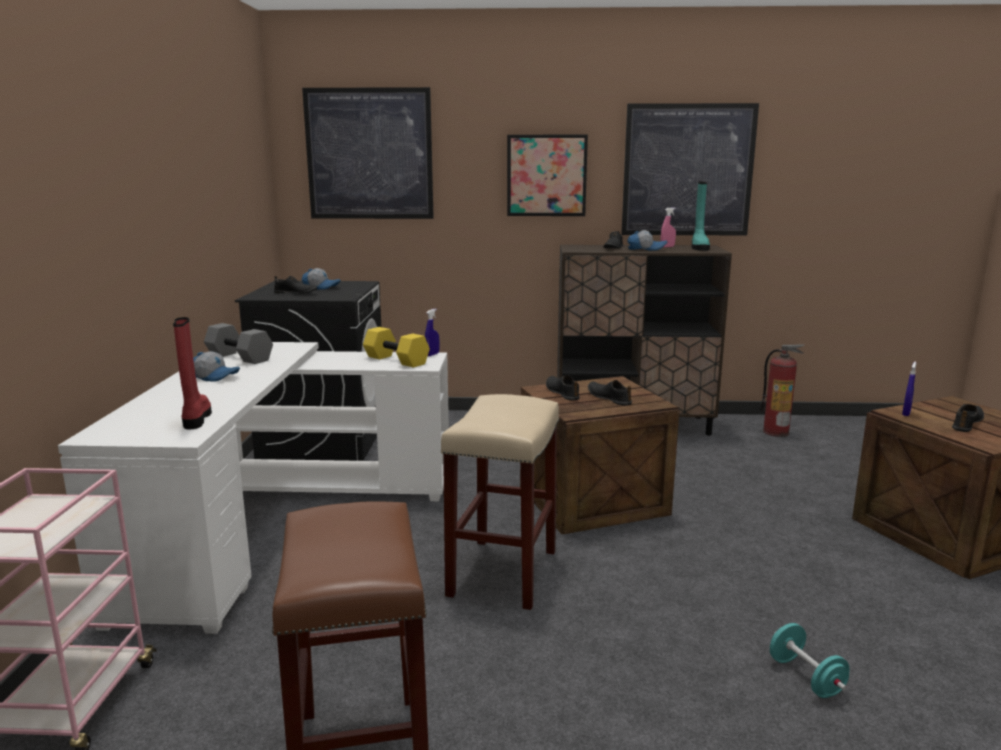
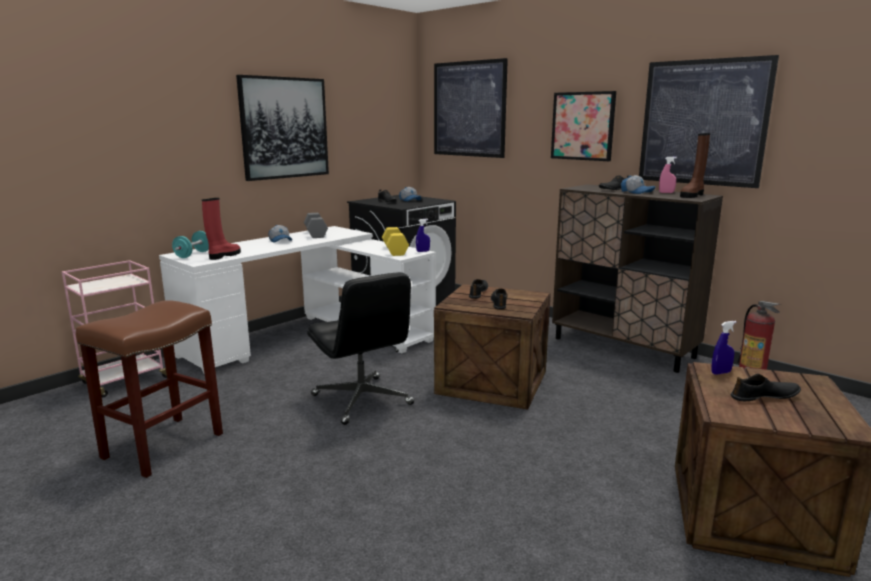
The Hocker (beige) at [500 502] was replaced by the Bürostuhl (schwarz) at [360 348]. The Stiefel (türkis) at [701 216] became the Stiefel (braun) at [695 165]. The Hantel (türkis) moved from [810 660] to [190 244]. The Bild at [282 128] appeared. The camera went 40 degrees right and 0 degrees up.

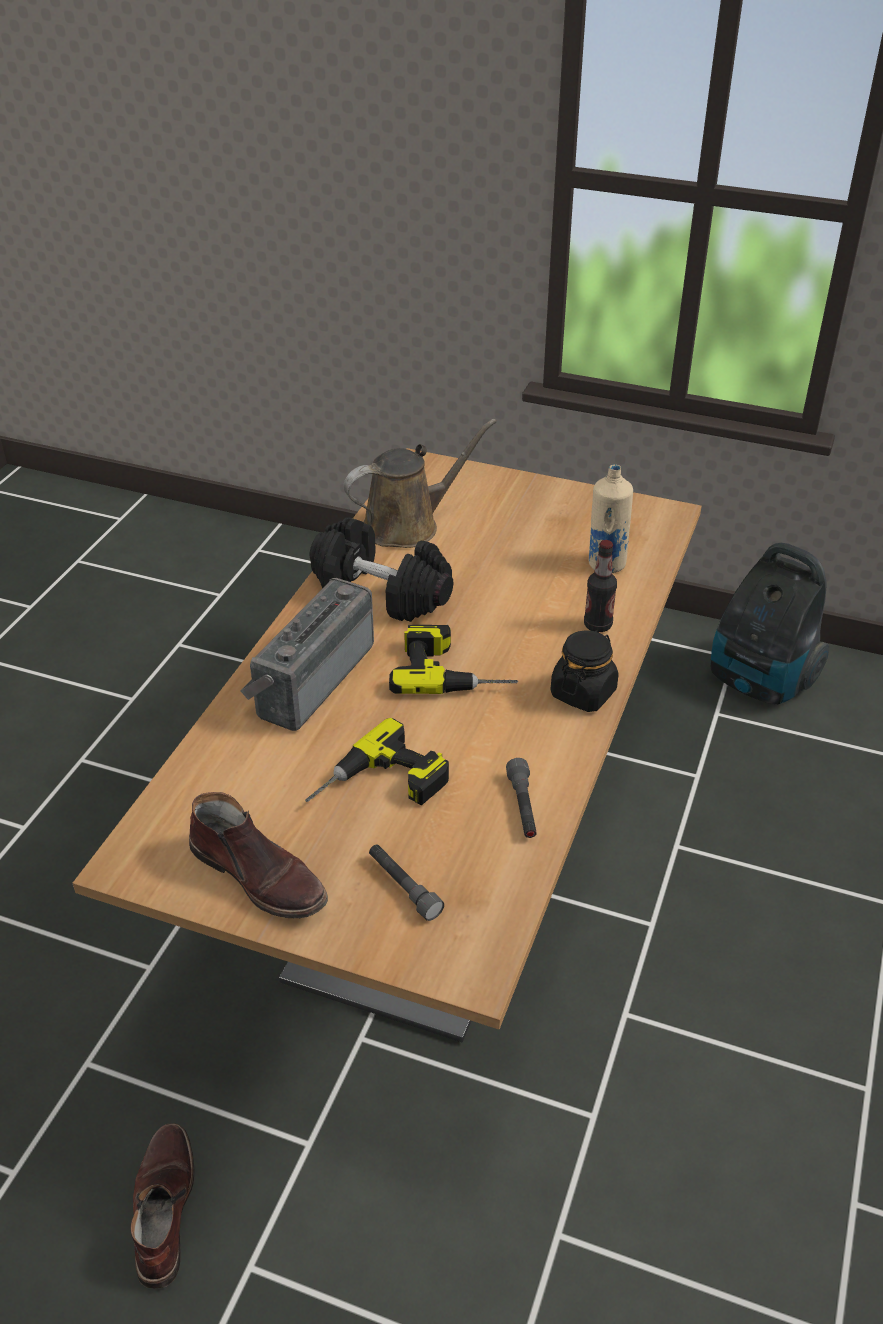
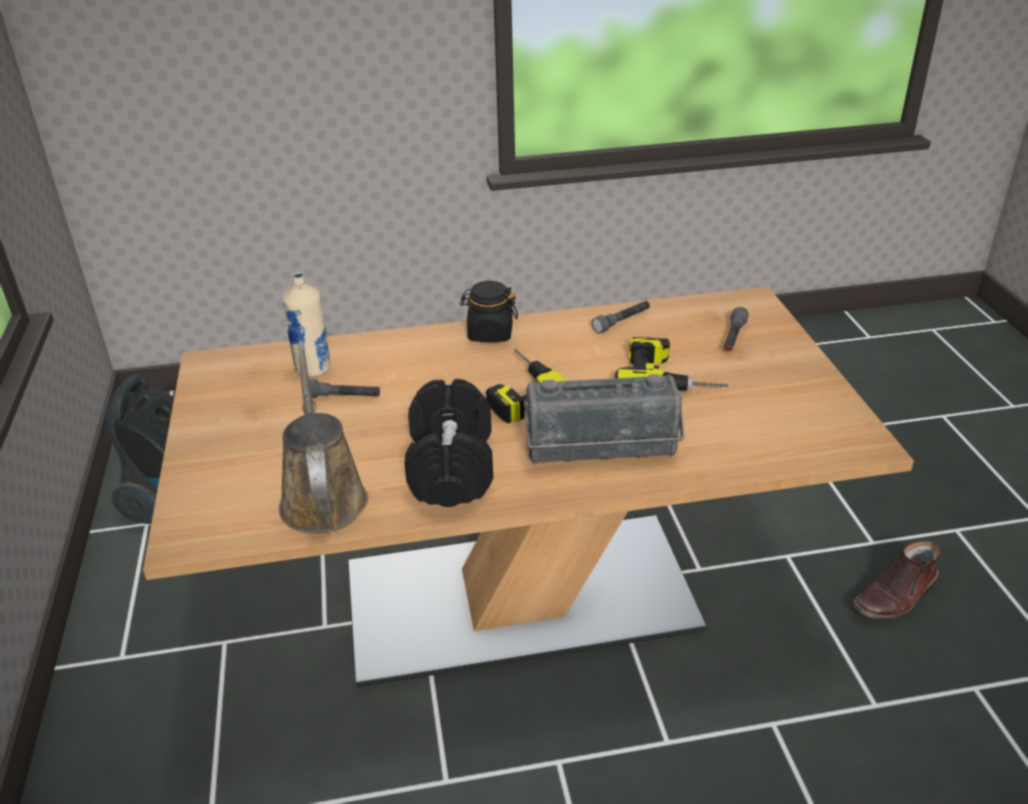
The Stiefel (braun) at [258 855] disappeared. The Gießkanne (braun) at [420 483] turned 45 degrees clockwise. The Flasche at [600 586] disappeared. The Taschenlampe (grau) at [344 389] appeared. The camera went 120 degrees left and 5 degrees down.

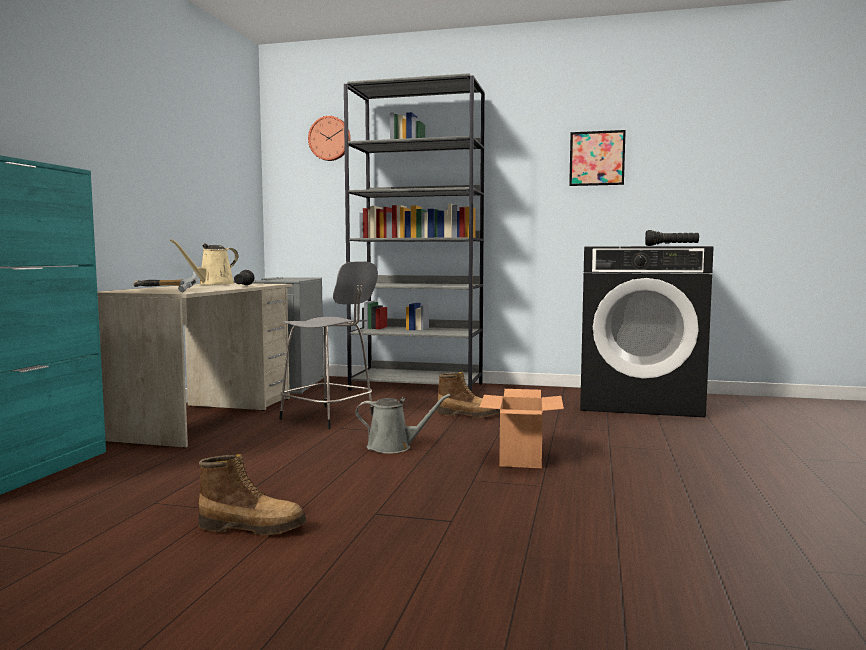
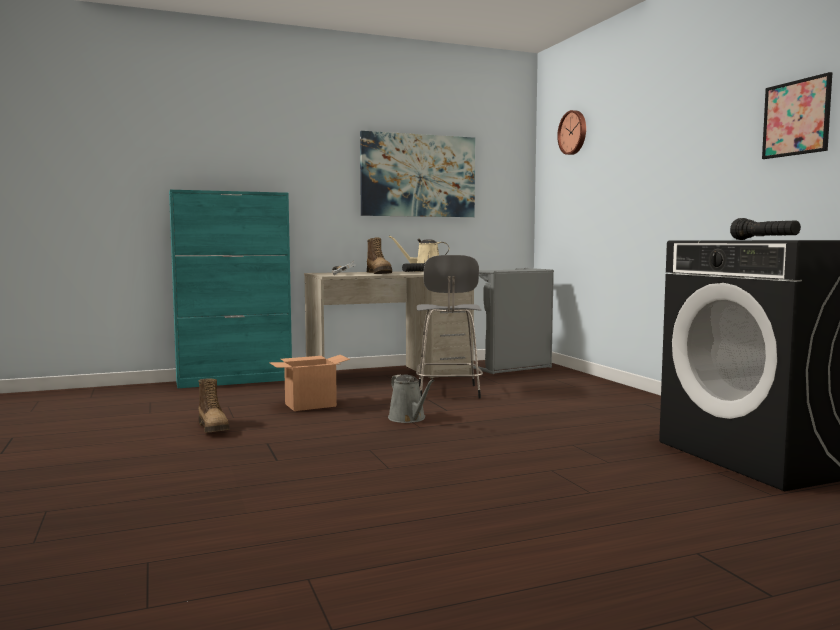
The Bücherregal (grau) at [414 232] disappeared. The Stiefel moved from [468 395] to [379 255]. The Karton moved from [521 428] to [309 383]. The Bild at [417 174] appeared. The camera went 55 degrees right and 0 degrees up.

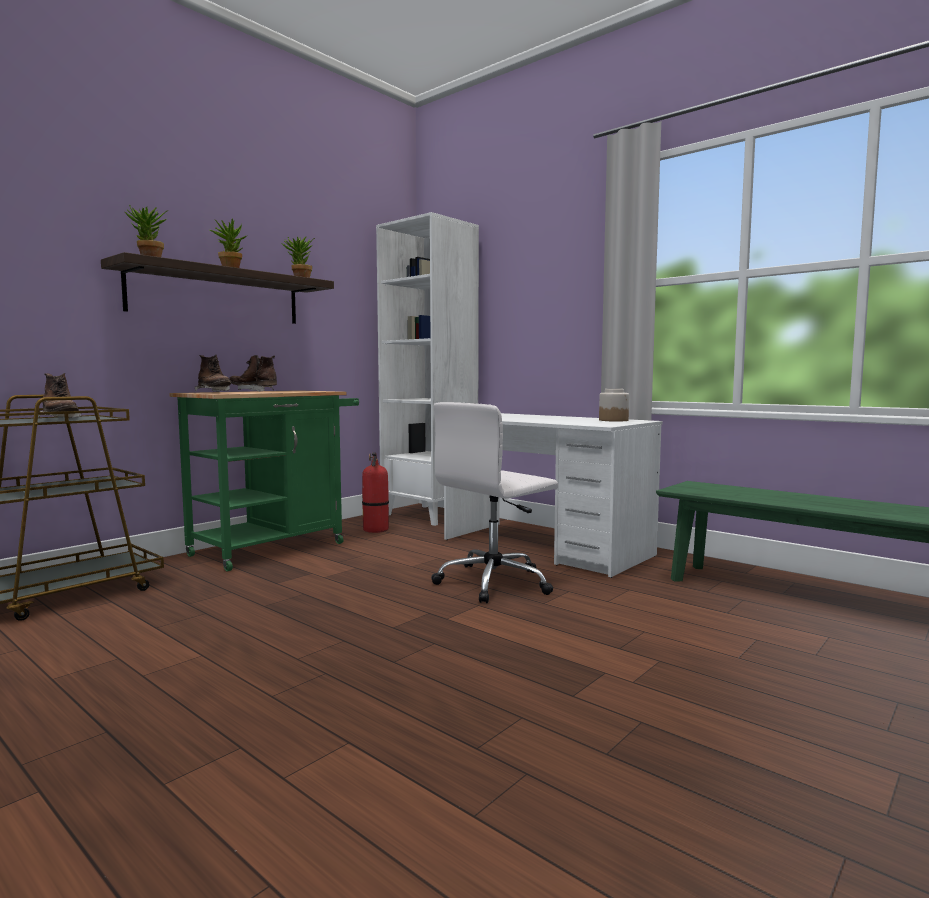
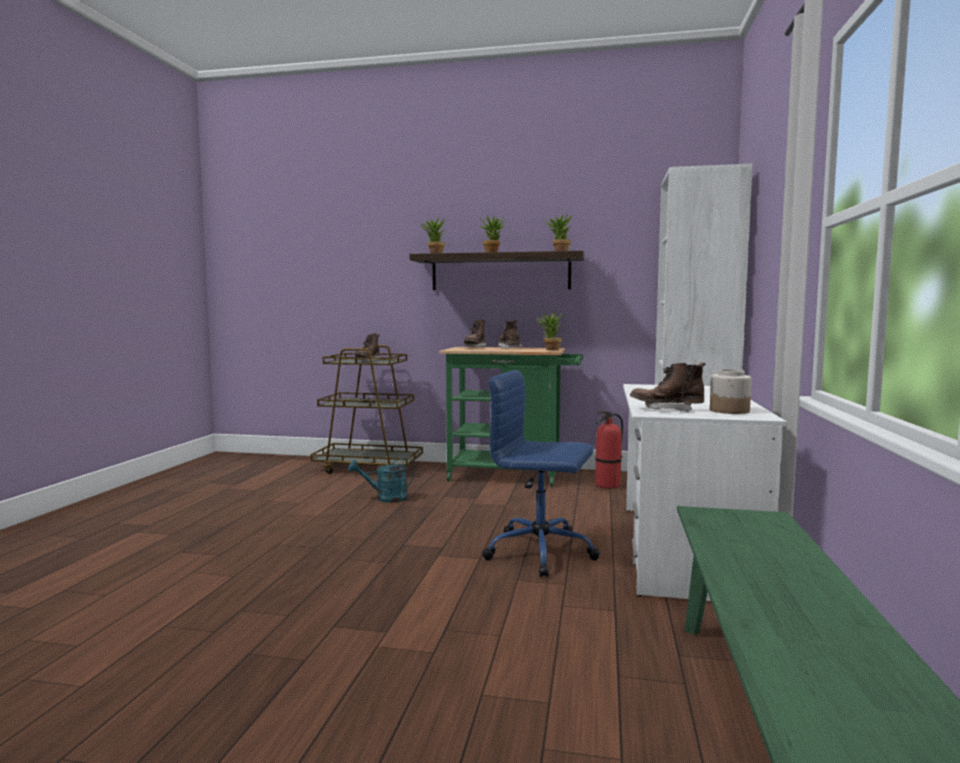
The Bürostuhl (weiß) at [494 502] became the Bürostuhl (blau) at [541 473]. The Gießkanne (türkis) at [381 480] appeared. The Topfpflanze at [550 331] appeared. The Stiefel (braun) at [668 387] appeared. The camera went 60 degrees right and 0 degrees up.

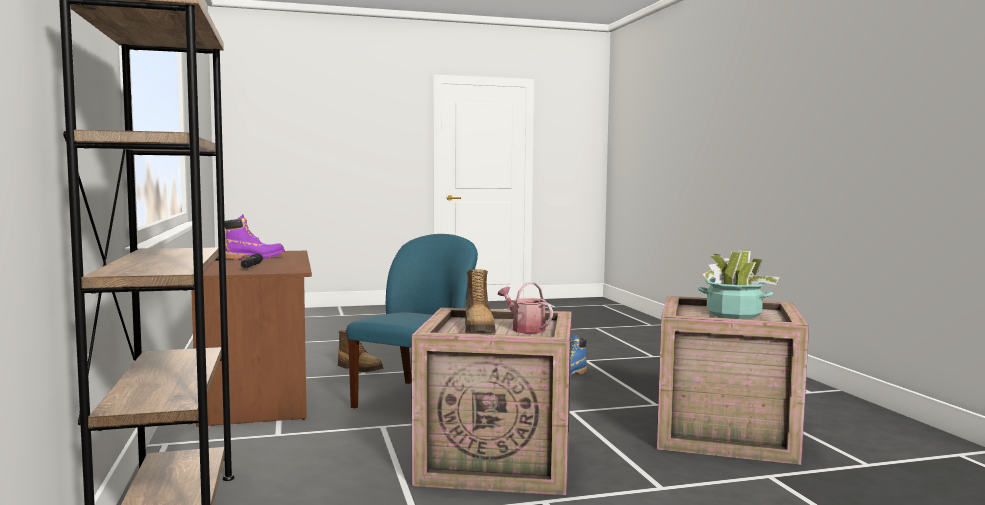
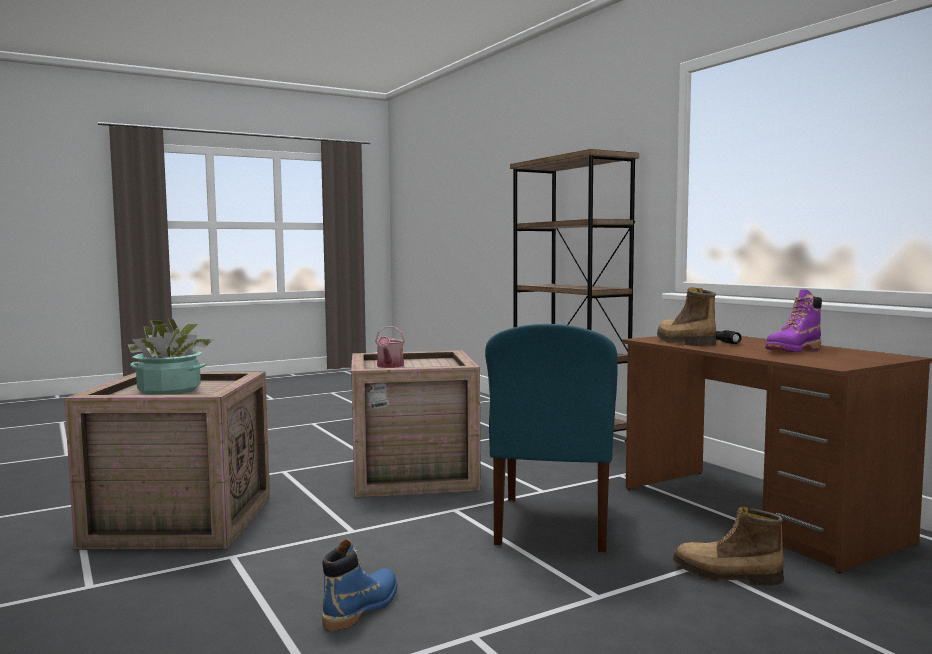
The Stiefel moved from [480 301] to [686 316]. The Gießkanne at [525 308] turned 60 degrees clockwise. The camera went 165 degrees right and 0 degrees up.

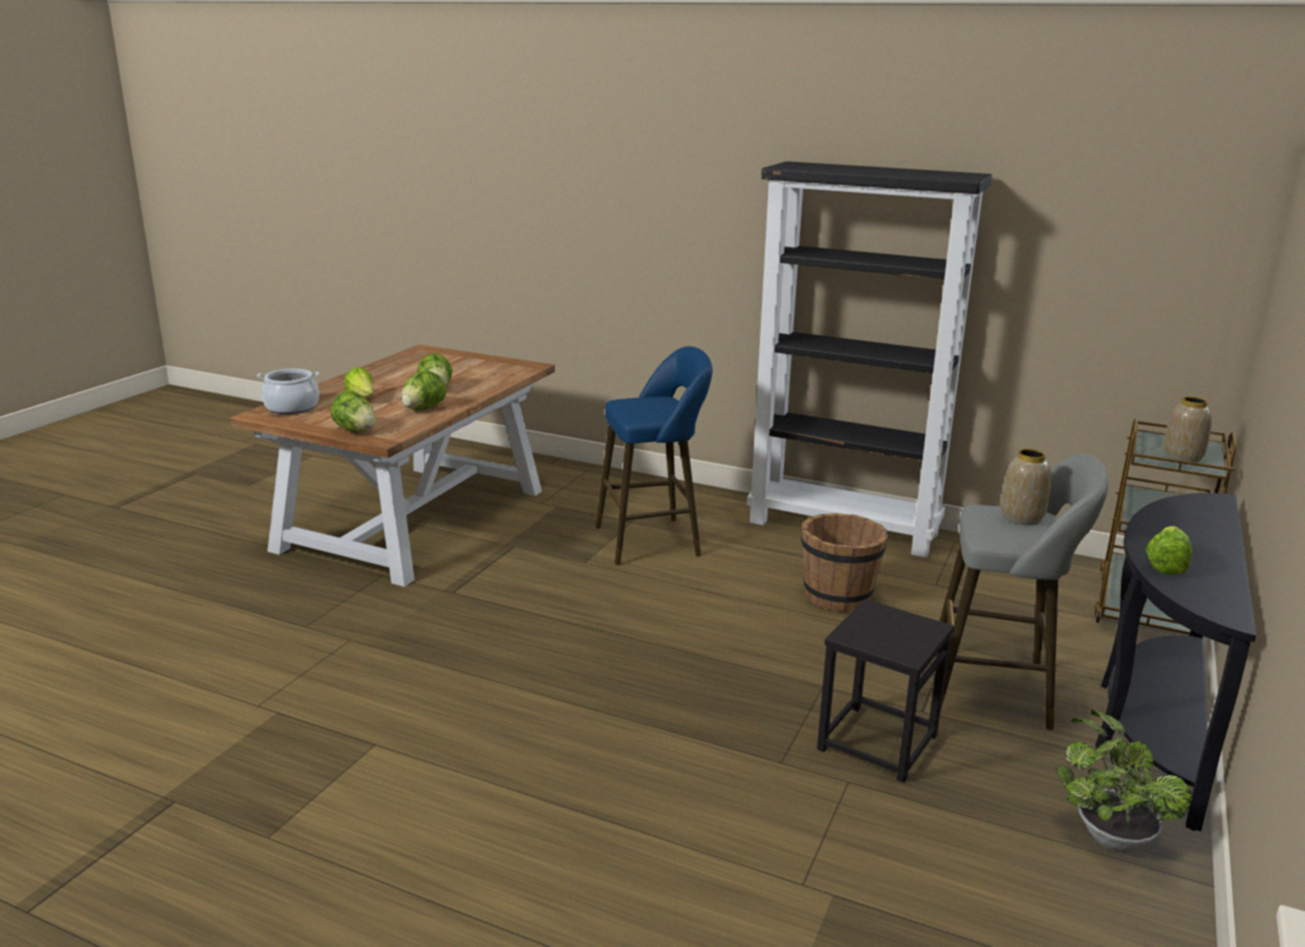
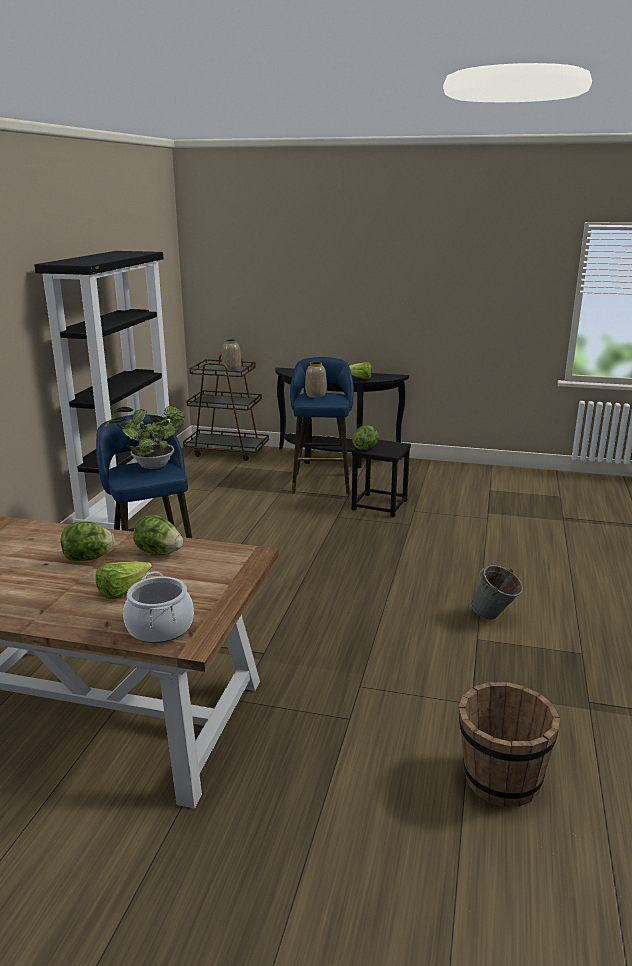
The Salatkopf moved from [353 411] to [365 437]. The Eimer (braun) moved from [844 562] to [509 744]. The Hocker (grau) at [1022 591] became the Hocker (blau) at [322 425]. The Topfpflanze moved from [1124 781] to [144 437]. The Eimer (grau) at [497 592] appeared. The camera went 100 degrees left and 0 degrees up.

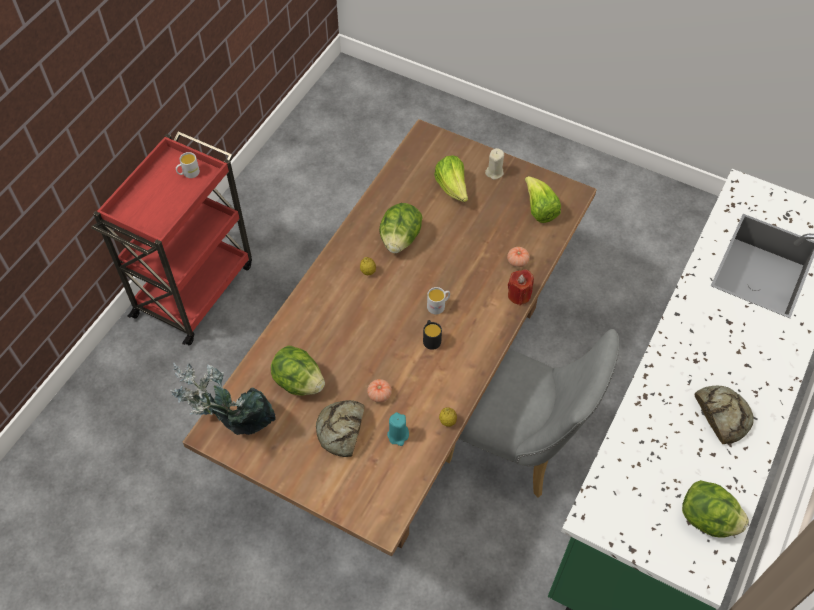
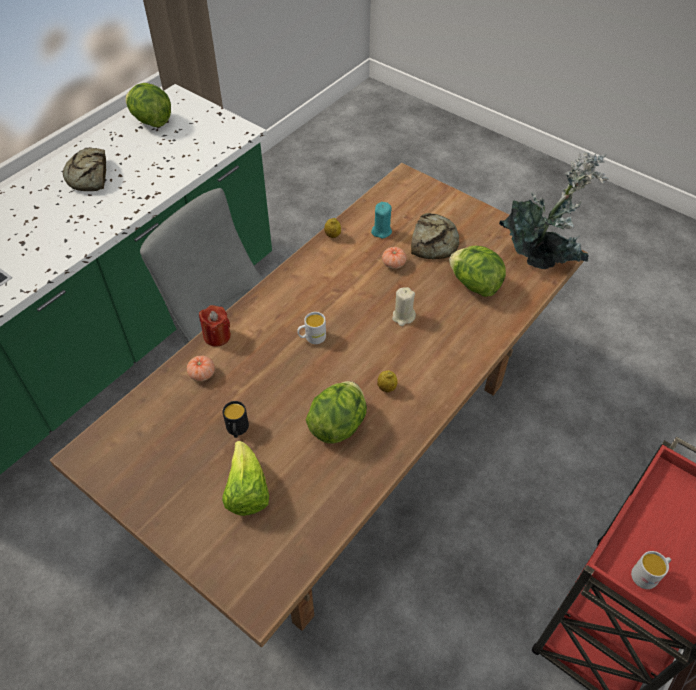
The Henkelbecher (schwarz) moved from [432 335] to [236 419]. The Kerze (beige) moved from [494 164] to [404 306]. The Salatkopf at [543 199] disappeared. The camera went 170 degrees left and 5 degrees down.

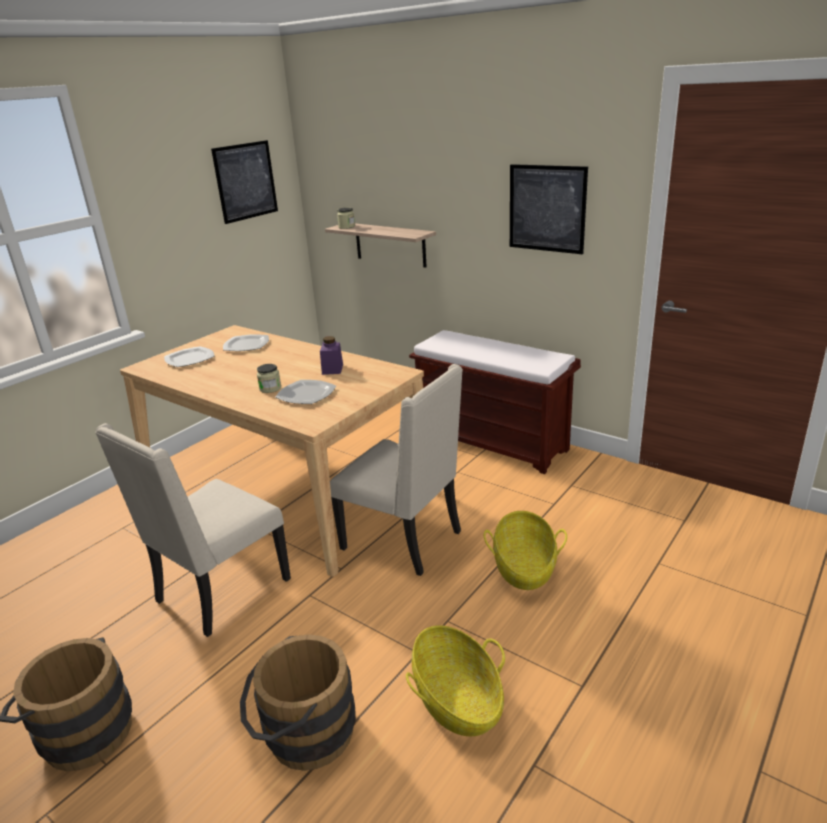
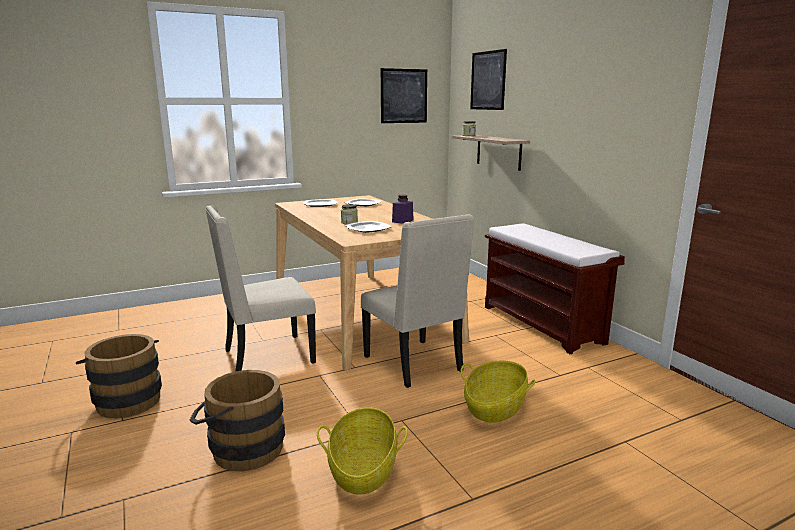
The Bild moved from [549 209] to [488 79]. The camera went 25 degrees right and 10 degrees down.

